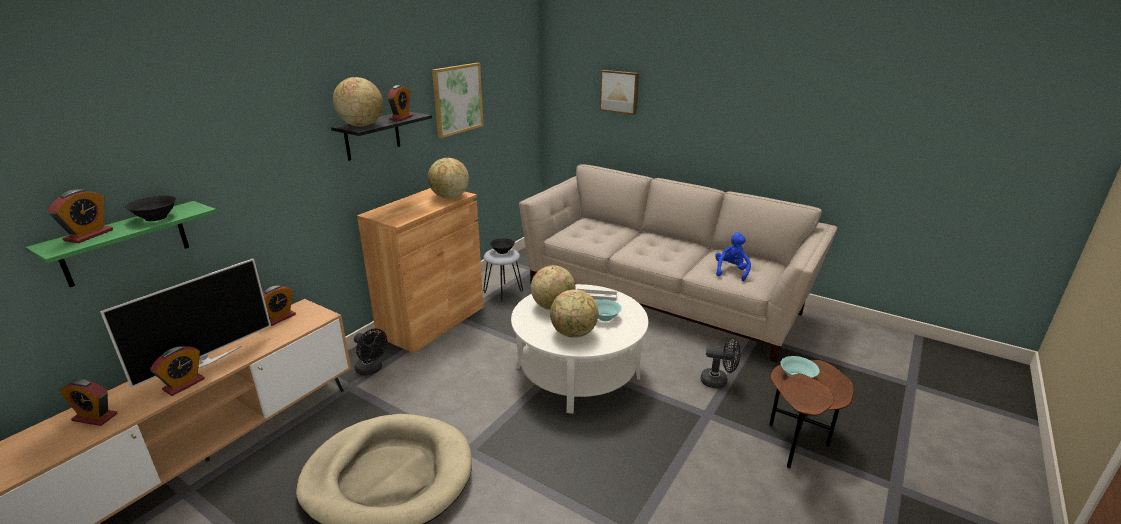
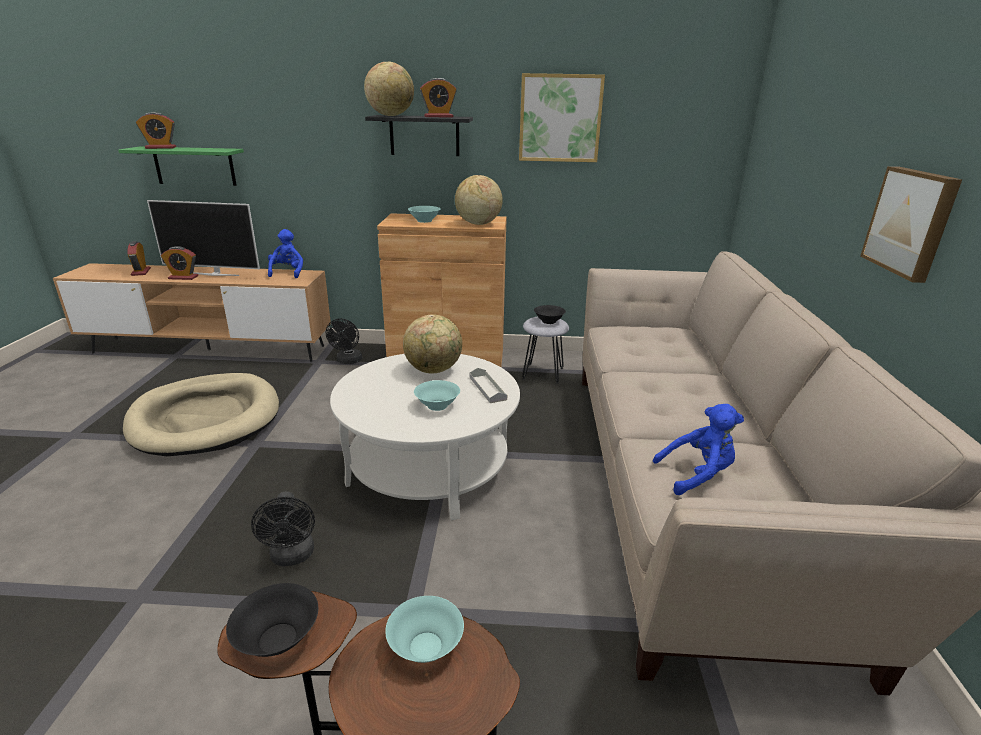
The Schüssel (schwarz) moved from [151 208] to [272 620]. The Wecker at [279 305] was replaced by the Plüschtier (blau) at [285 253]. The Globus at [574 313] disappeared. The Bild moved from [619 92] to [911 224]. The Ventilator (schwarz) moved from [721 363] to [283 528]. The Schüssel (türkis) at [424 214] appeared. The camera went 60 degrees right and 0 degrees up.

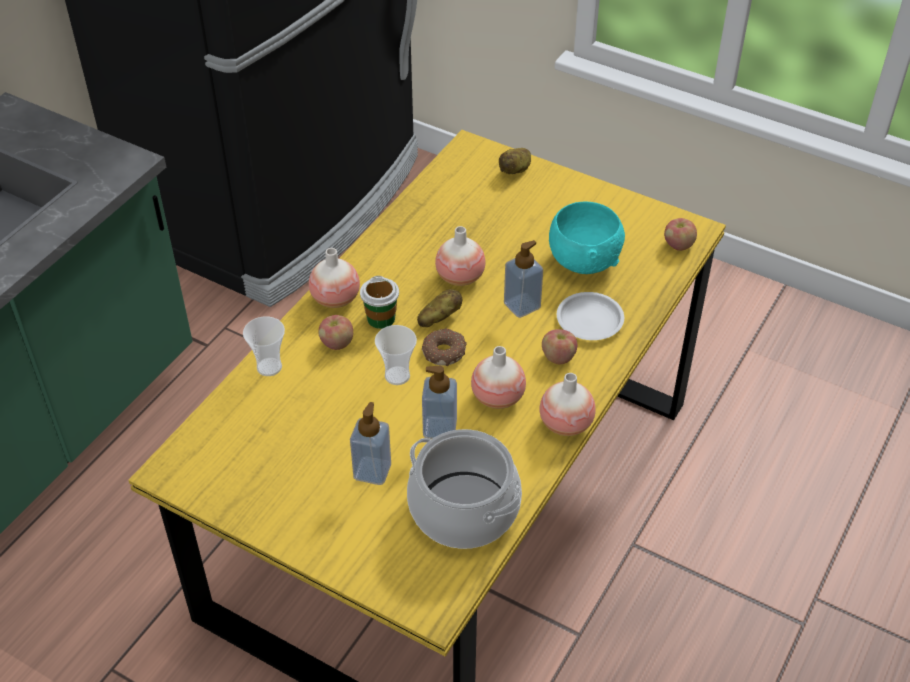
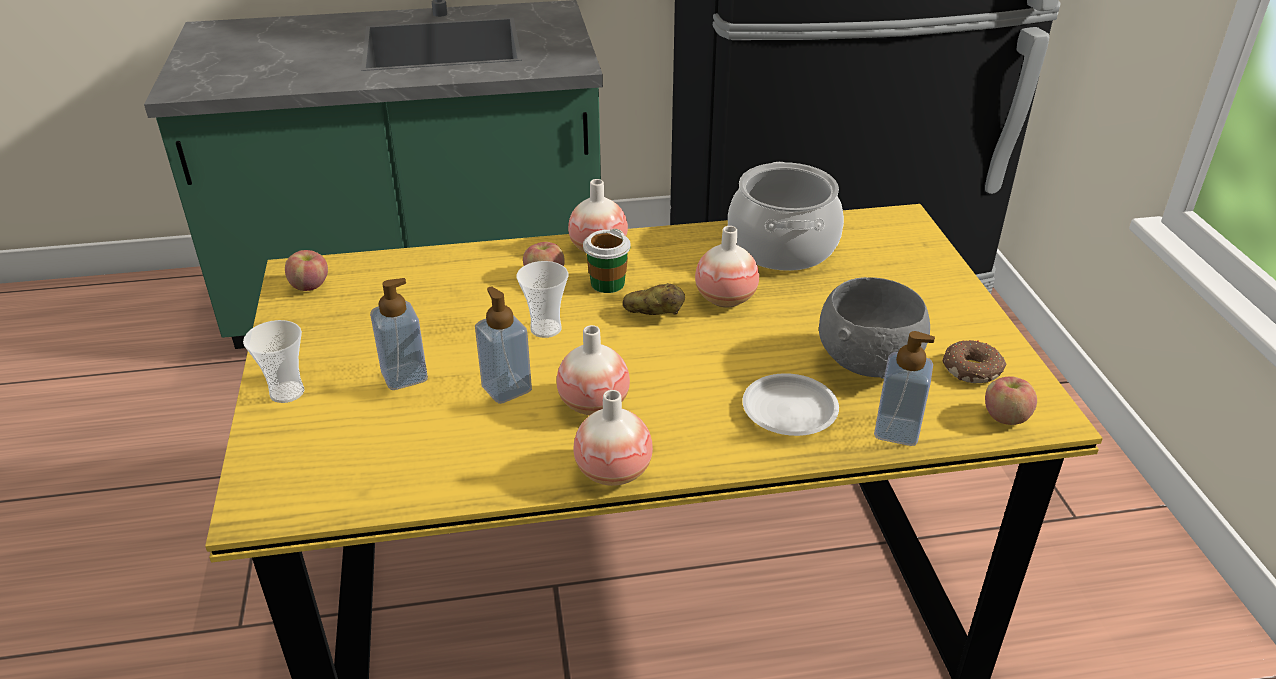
The Tasse moved from [264 346] to [273 361]. The Kochtopf moved from [464 489] to [786 216]. The Donut moved from [444 347] to [974 361]. The Kartoffel at [515 161] disappeared. The Seifenspender moved from [523 279] to [904 388]. The Apfel moved from [559 346] to [306 270]. The Schüssel (türkis) at [587 238] became the Schüssel (grau) at [874 328]. The camera went 50 degrees right and 10 degrees down.

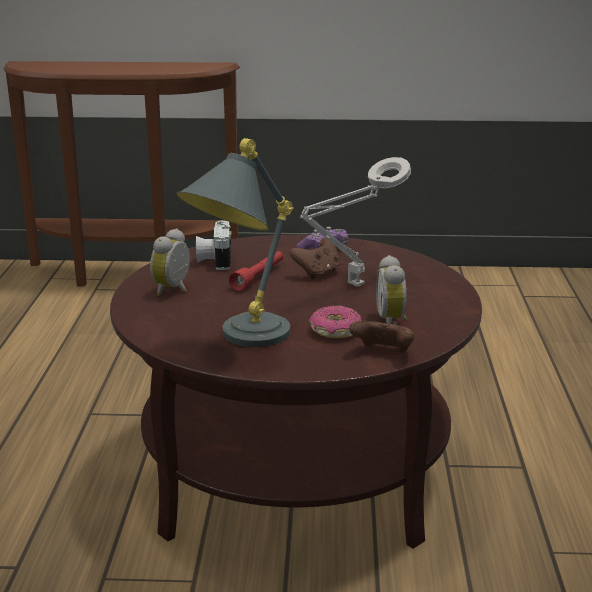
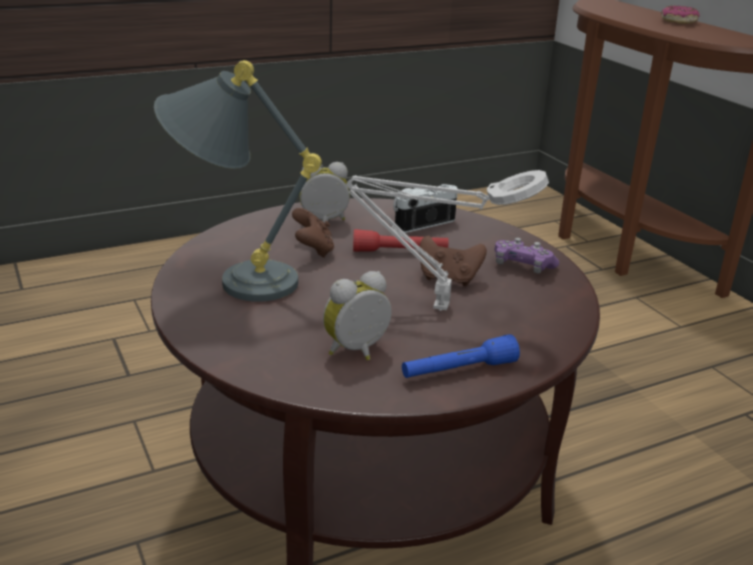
The Donut moved from [335 321] to [680 14]. The Gamepad (braun) moved from [382 337] to [313 232]. The Taschenlampe (blau) at [461 356] appeared. The camera went 60 degrees right and 5 degrees up.

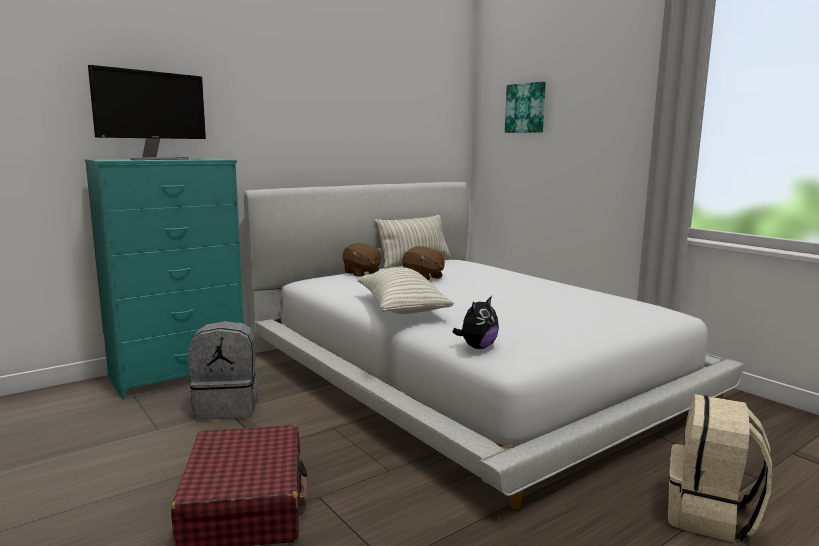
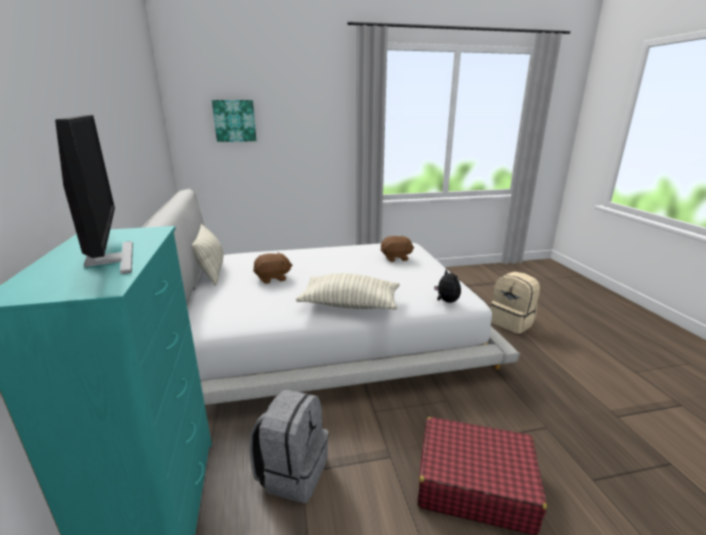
The Plüschtier (braun) moved from [363 260] to [397 249]. The camera went 65 degrees left and 10 degrees up.

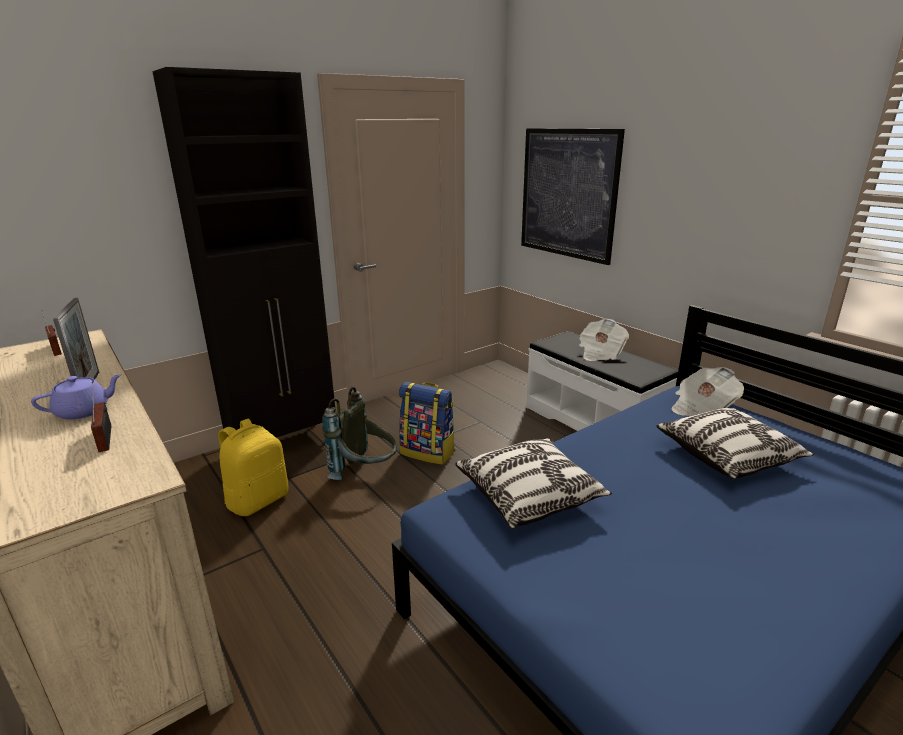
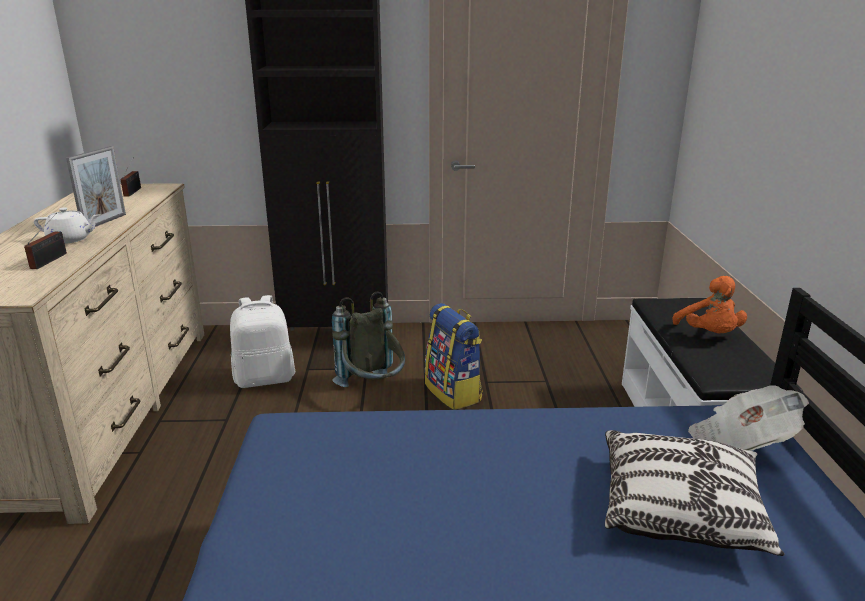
The Teekanne (lila) at [76 397] became the Teekanne (weiß) at [67 225]. The Rucksack (gelb) at [253 467] became the Rucksack (weiß) at [262 341]. The Kissen at [533 483] disappeared. The Bild at [573 196] disappeared. The Zeitung at [604 340] was replaced by the Plüschtier (orange) at [709 304]. The camera went 35 degrees right and 0 degrees up.

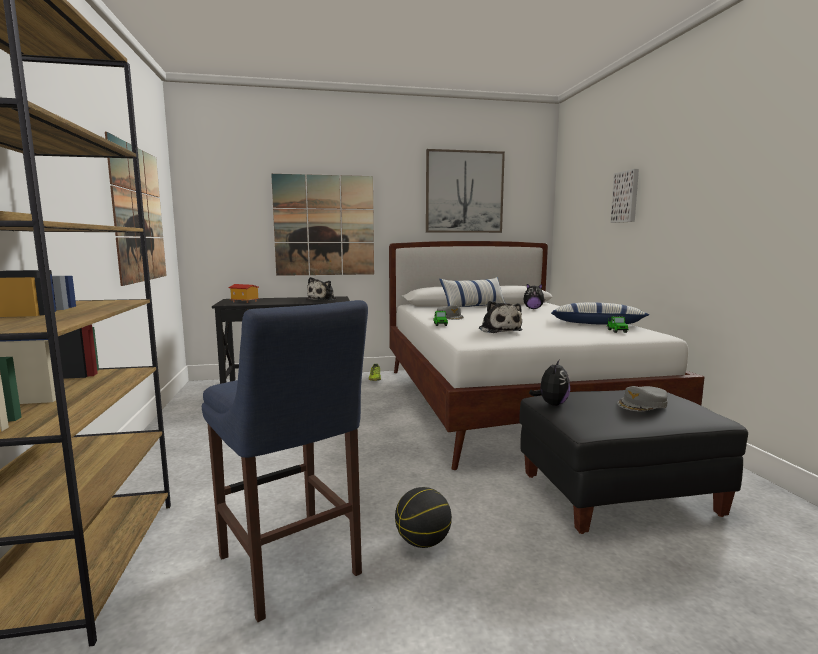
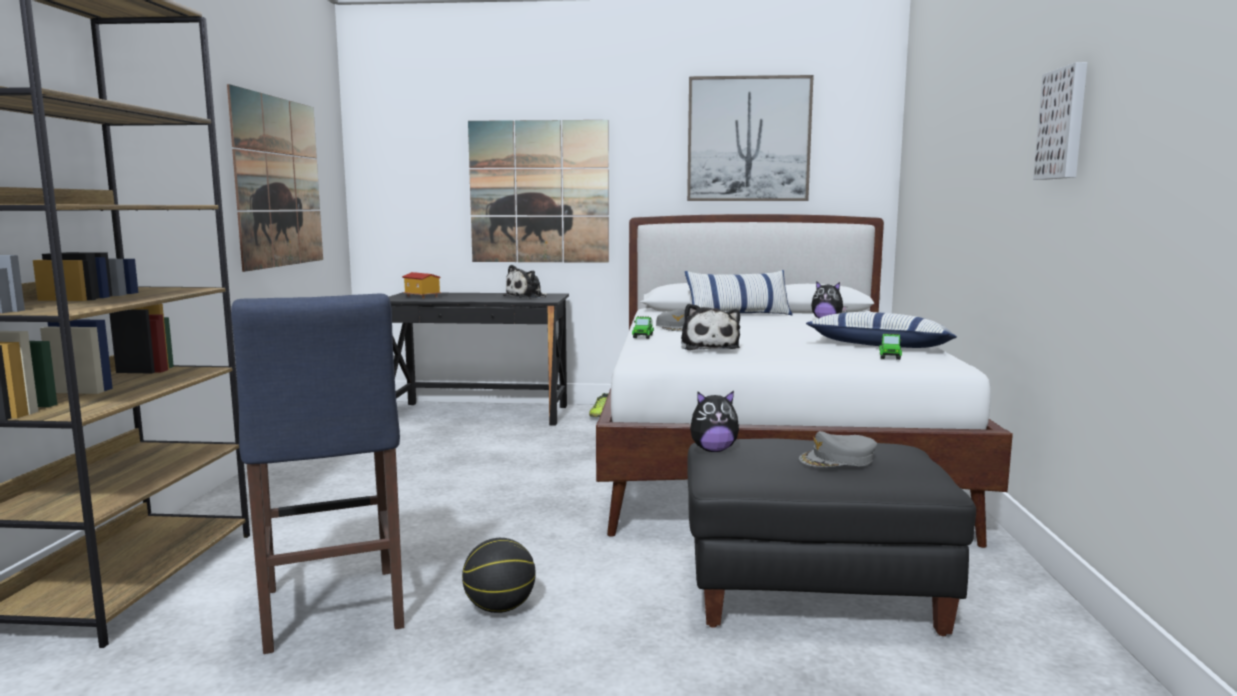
The Plüschtier at [549 383] turned 45 degrees clockwise. The Bild moved from [624 196] to [1060 121]. The camera went 15 degrees right and 0 degrees up.

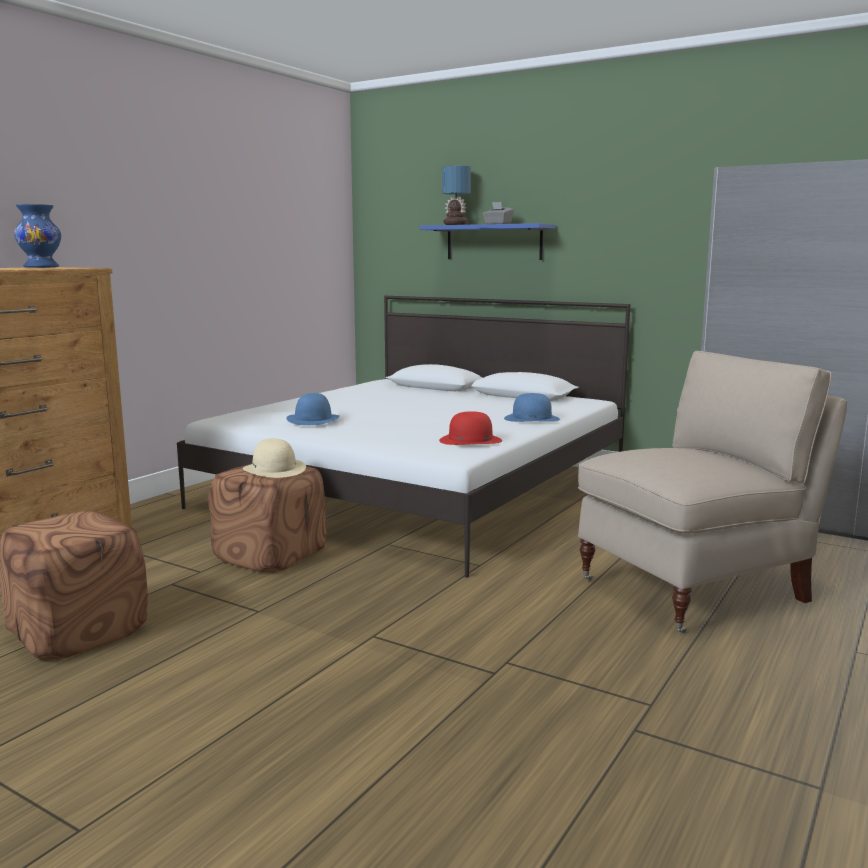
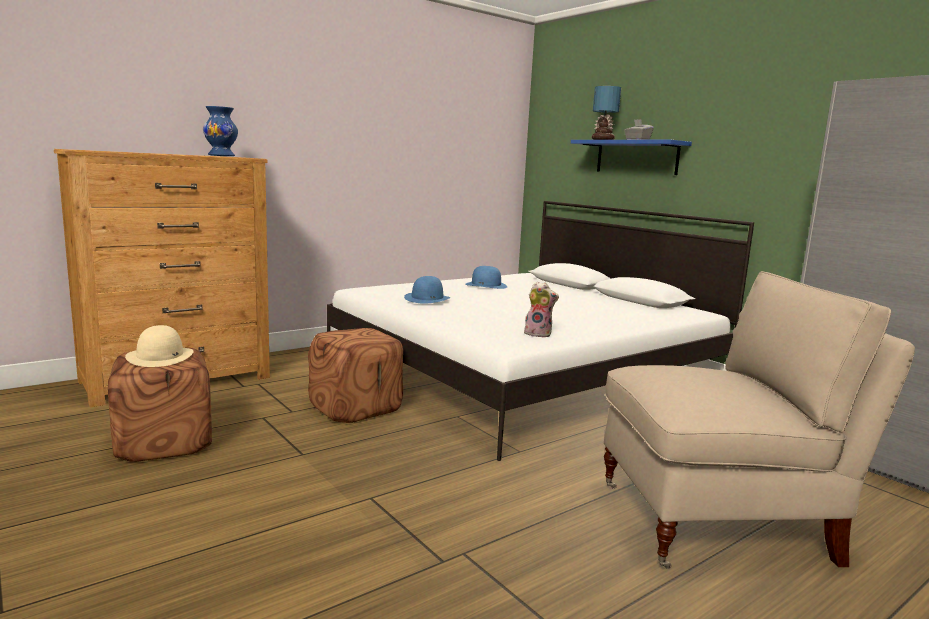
The Hut (beige) moved from [274 458] to [159 346]. The Hut (rot) at [470 428] was replaced by the Plüschtier at [540 310]. The Hut (blau) moved from [532 407] to [486 277]. The camera went 20 degrees right and 0 degrees up.

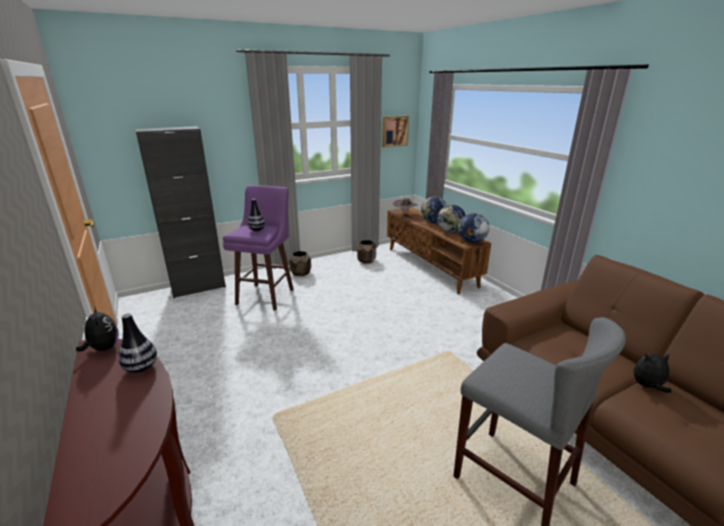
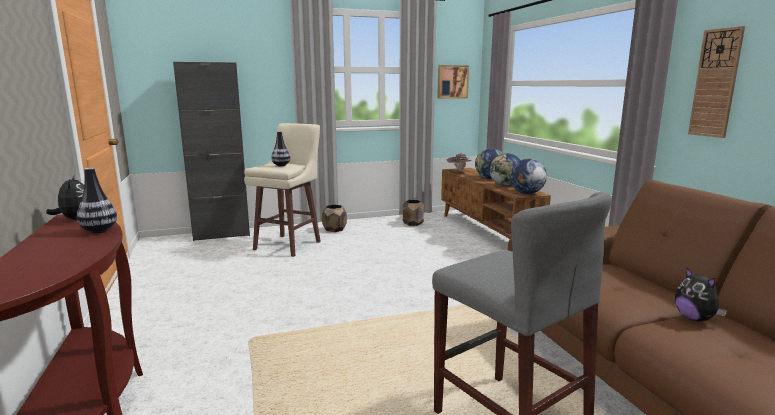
The Hocker (lila) at [258 248] became the Hocker (beige) at [282 190]. The Plüschtier at [652 373] turned 120 degrees counterclockwise. The Wanduhr at [716 82] appeared. The camera went 10 degrees right and 10 degrees down.

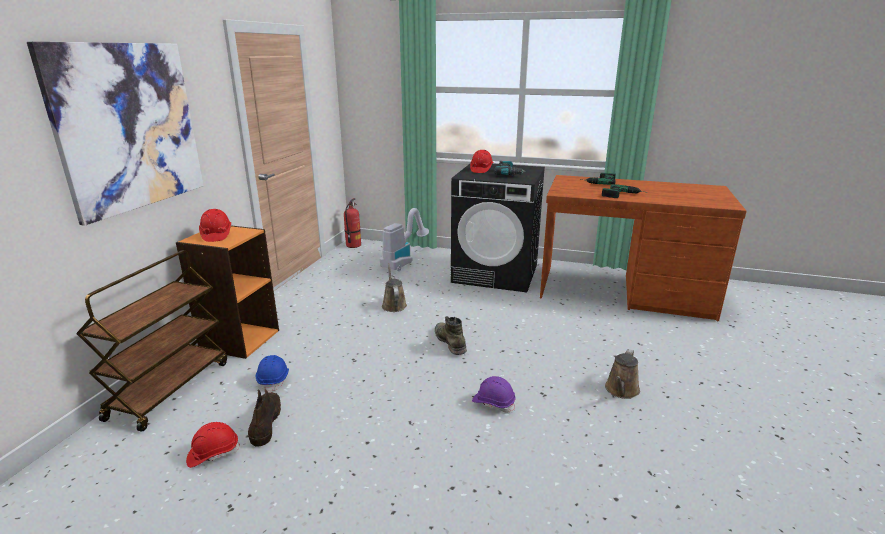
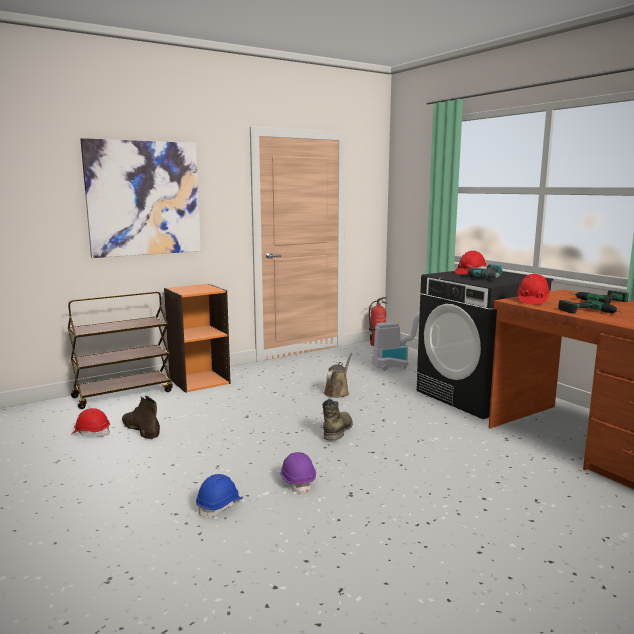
The Schutzhelm (rot) moved from [215 225] to [534 289]. The Stiefel (braun) at [264 418] turned 75 degrees counterclockwise. The Schutzhelm (blau) moved from [272 373] to [219 496]. The Gießkanne (braun) at [622 374] disappeared. The camera went 40 degrees right and 10 degrees down.

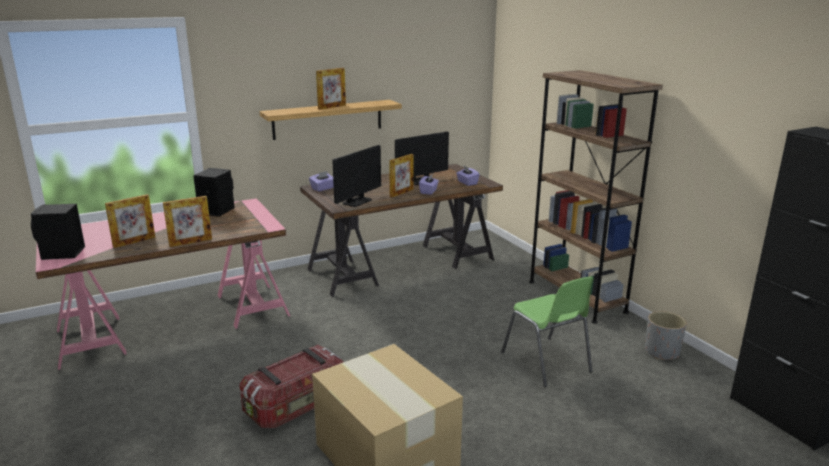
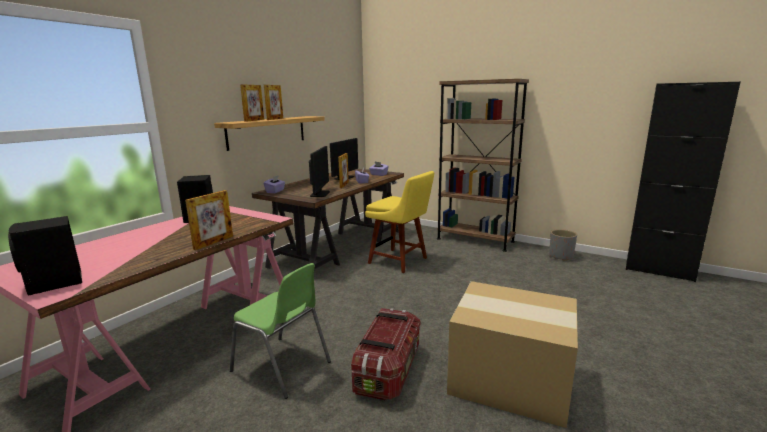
The Bilderrahmen moved from [130 221] to [252 103]. The Stuhl (grün) moved from [547 332] to [280 331]. The Stuhl (gelb) at [399 222] appeared. The camera went 30 degrees left and 5 degrees down.

